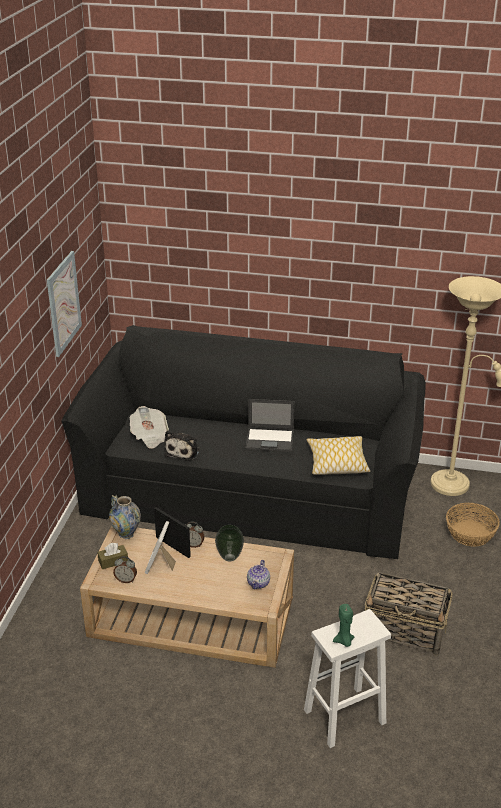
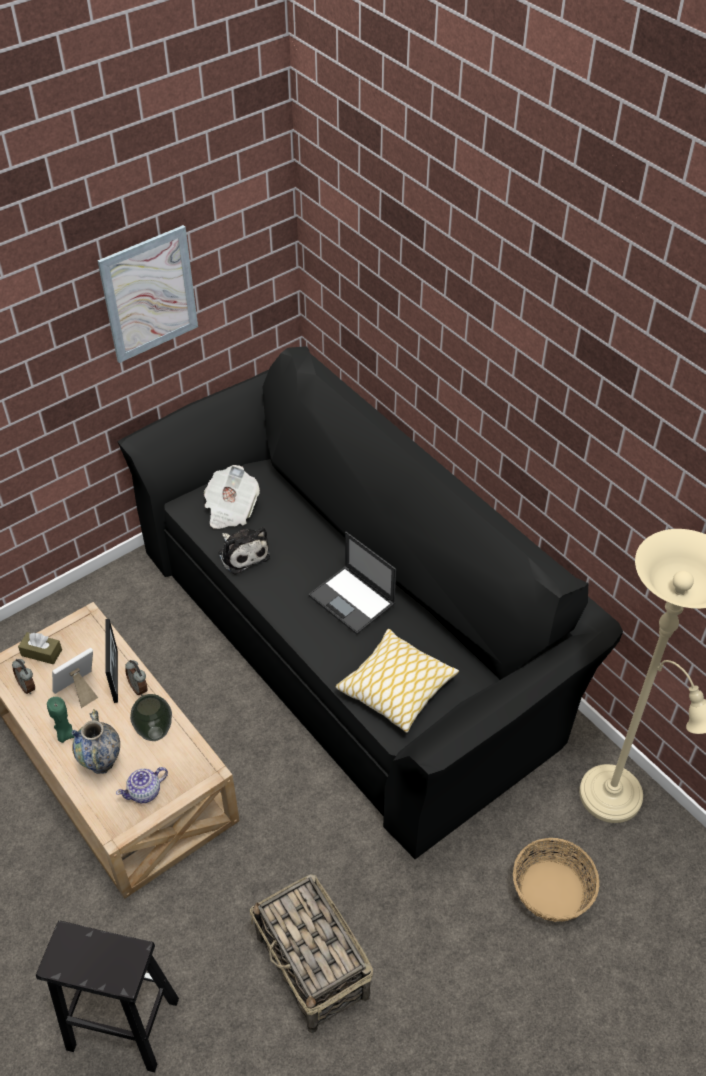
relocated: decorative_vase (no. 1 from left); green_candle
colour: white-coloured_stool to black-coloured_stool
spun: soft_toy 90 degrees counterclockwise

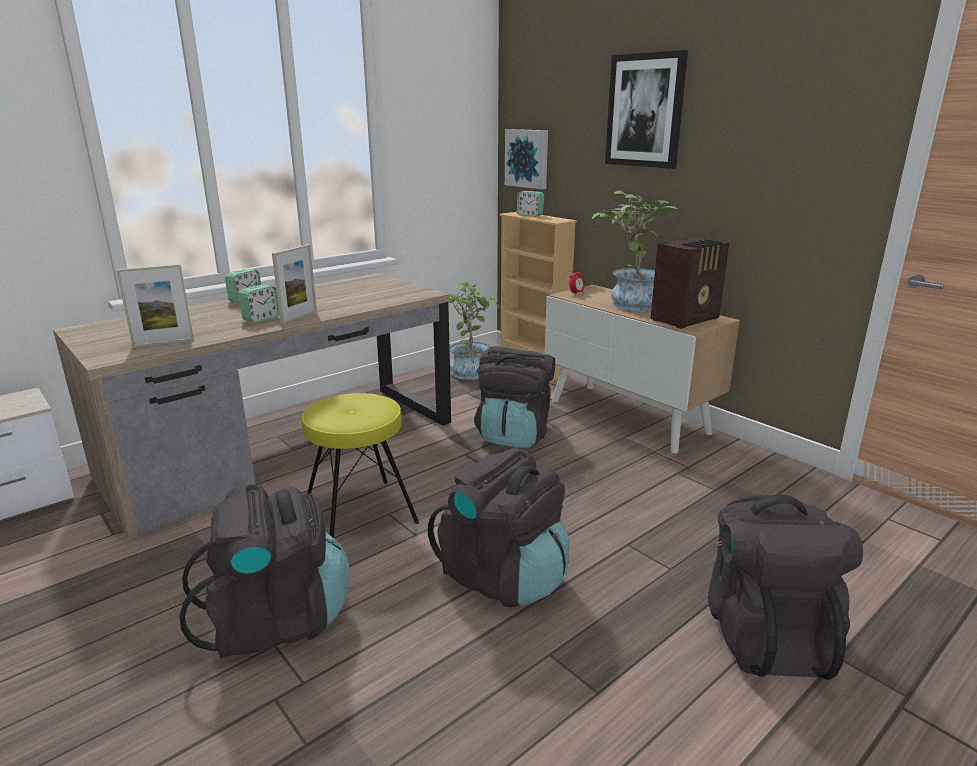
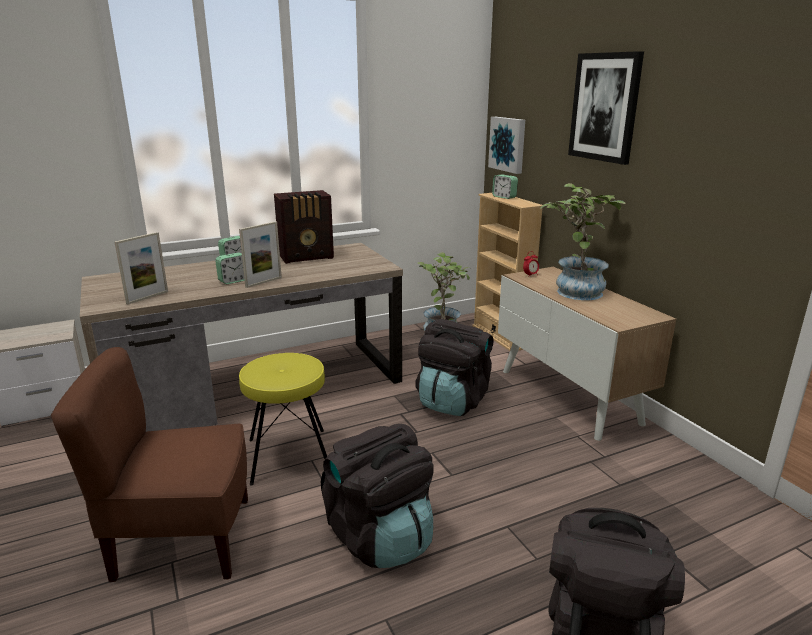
relocated: radio_receiver
exchanged: black-coloured_rucksack (no. 1 from left) to brown_chair
spun: picture_frame (no. 1 from left) 45 degrees counterclockwise

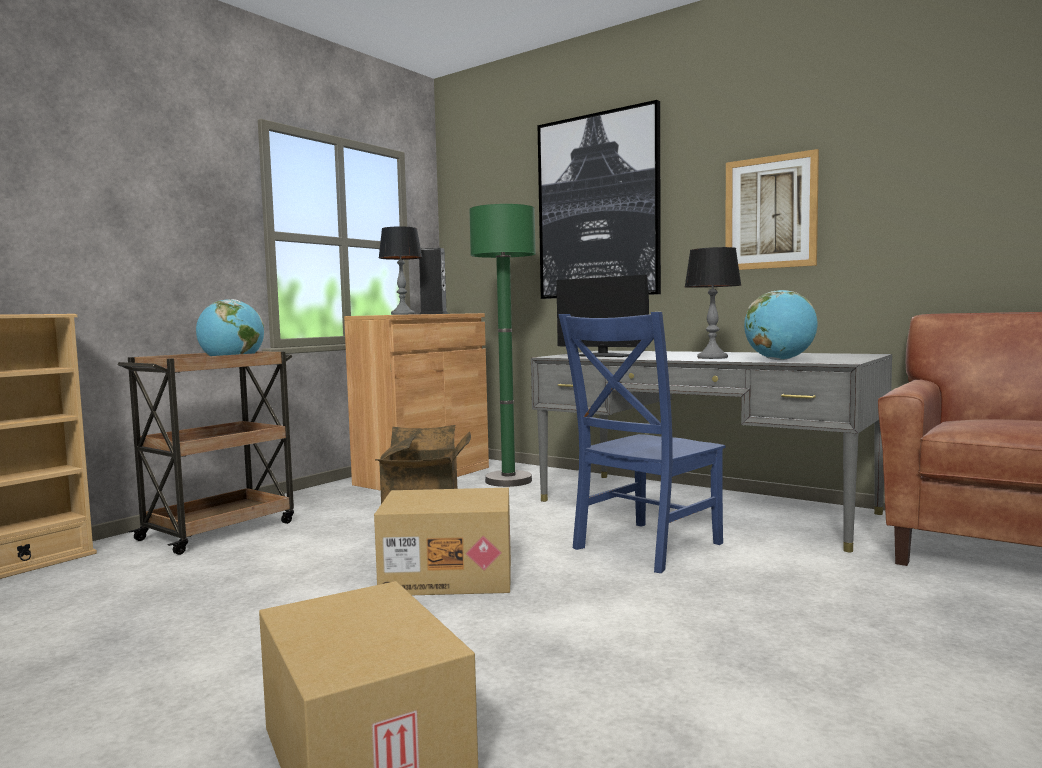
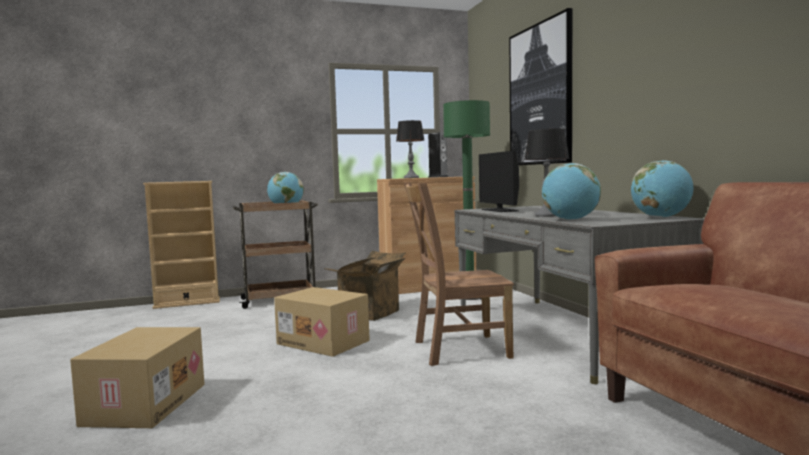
missing: picture (no. 2 from left)
appeared: world_globe (no. 3 from left)
colour: bluish_chair to brown_chair

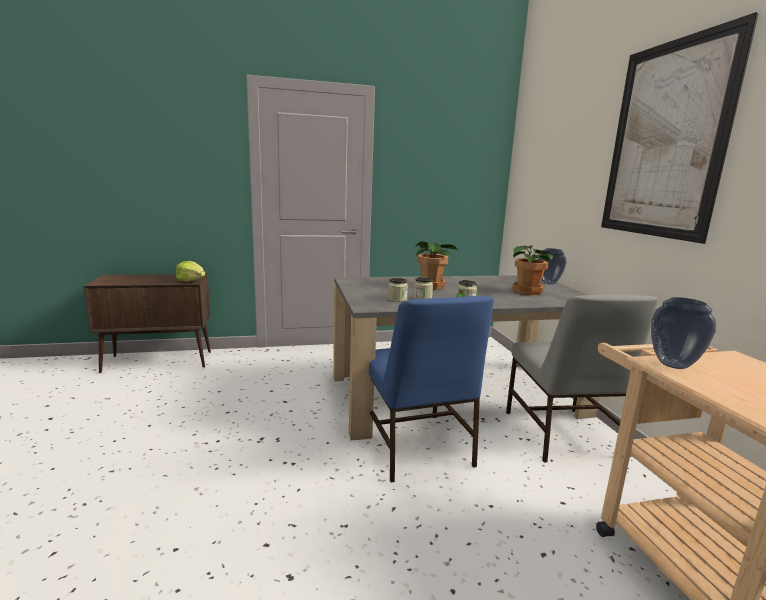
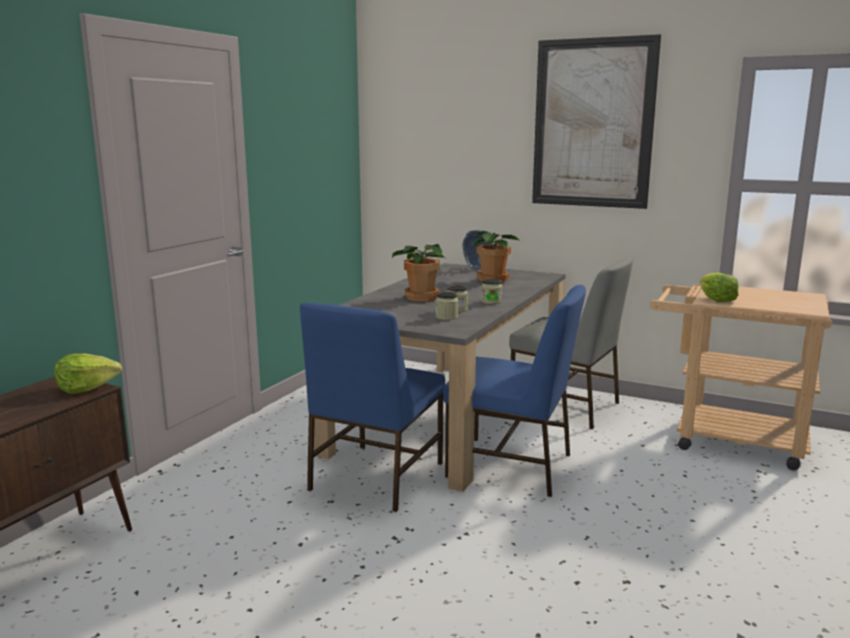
appeared: bluish_chair (no. 1 from left)
exchanged: decorative_vase (no. 2 from left) to lettuce_head (no. 2 from left)

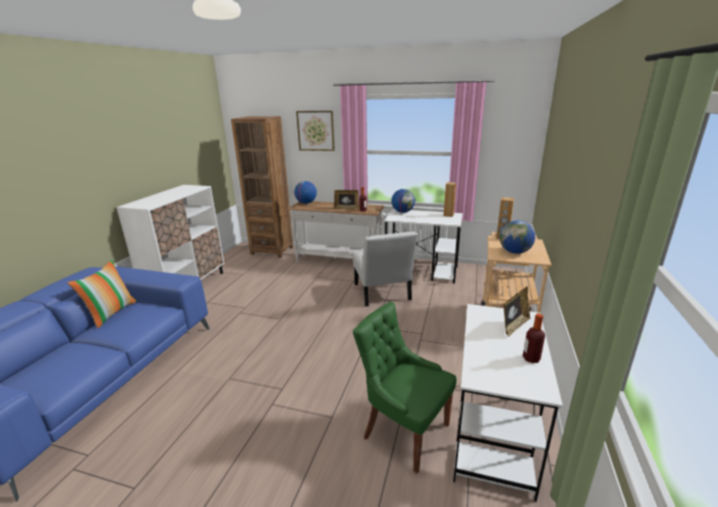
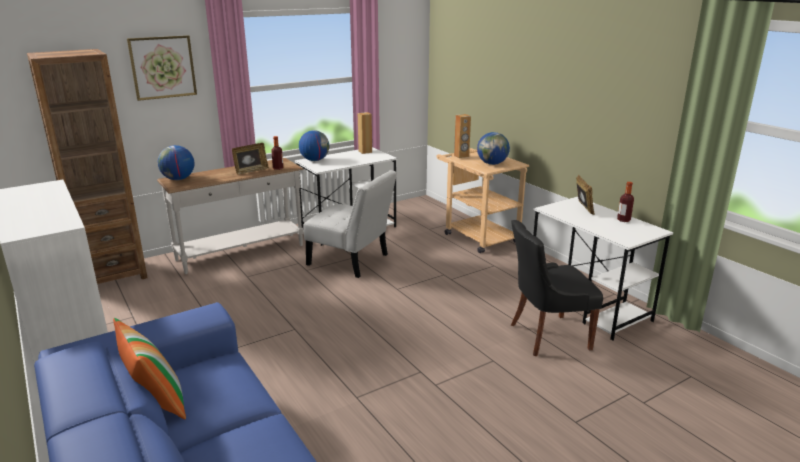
colour: green_chair to black-coloured_chair

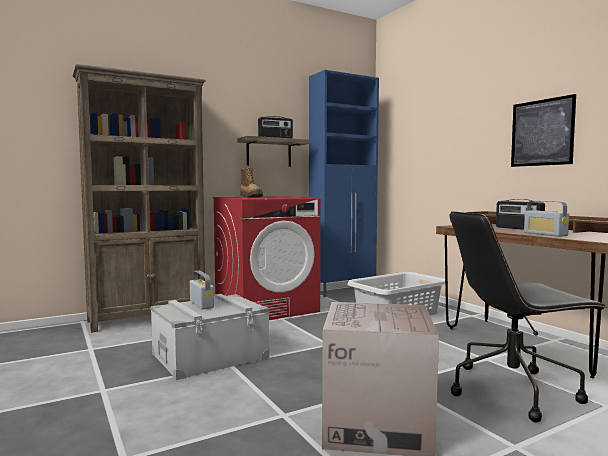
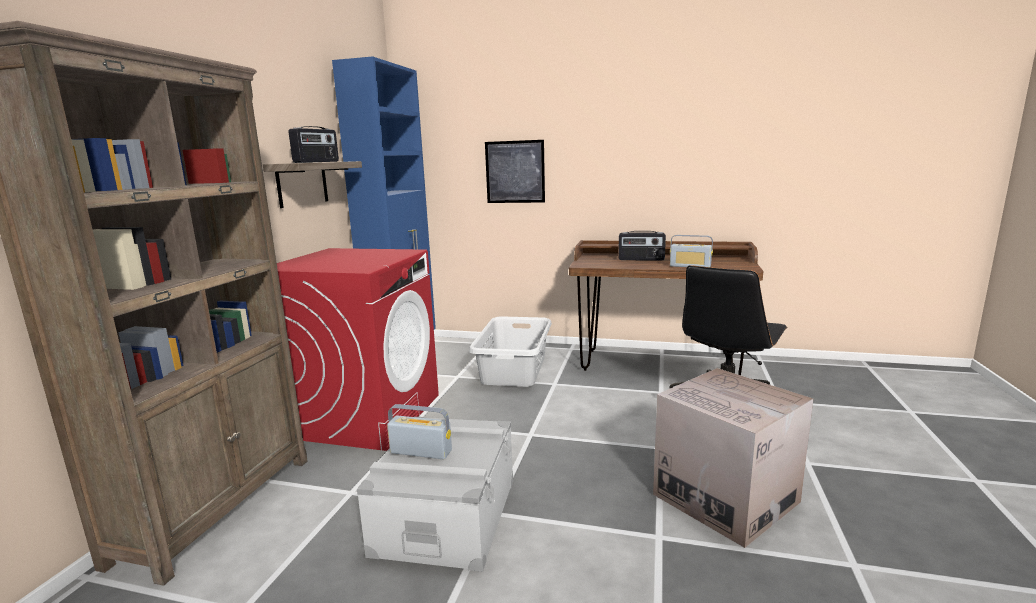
missing: high-top_boot
relocated: picture

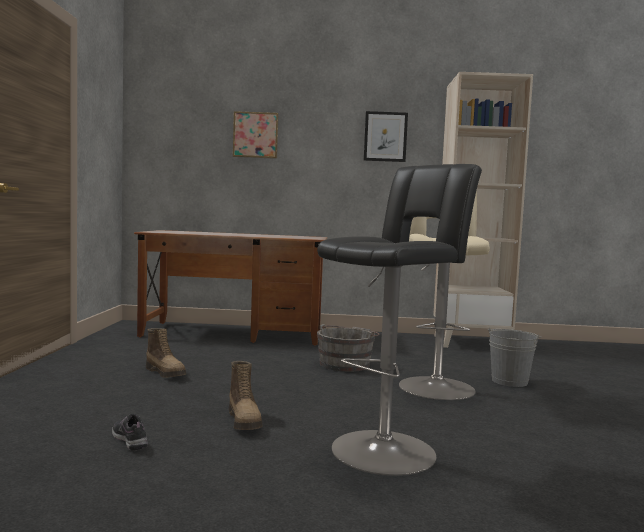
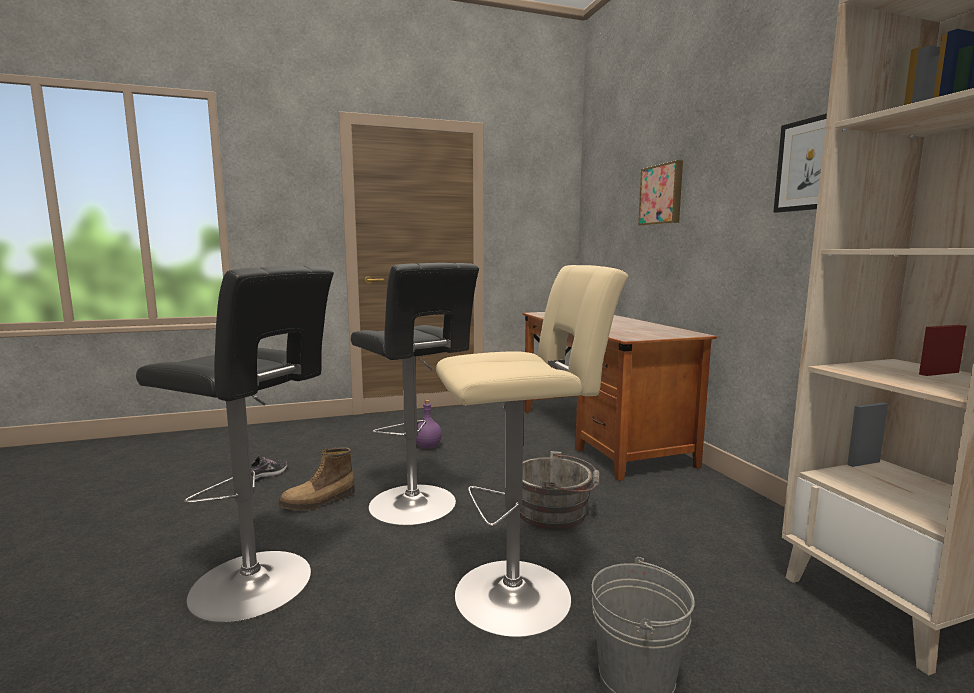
appeared: black-coloured_stool (no. 2 from left)
exchanged: high-top_boot (no. 1 from left) to purple_beverage_bottle

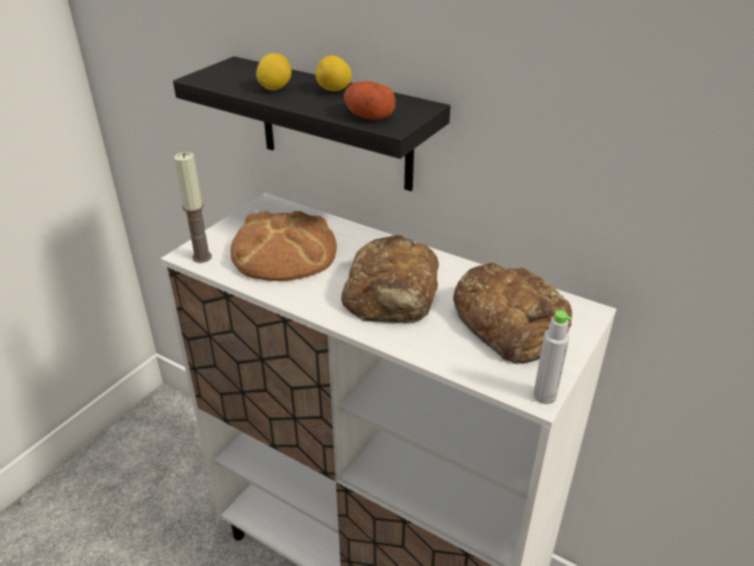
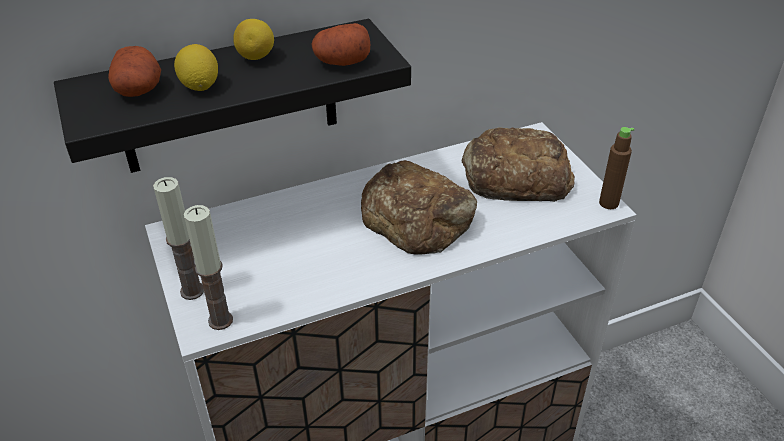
missing: bakery_bread (no. 1 from left)
appeared: whole_potato (no. 1 from left); candle (no. 1 from left)
colour: grey_beverage_bottle to brown_beverage_bottle

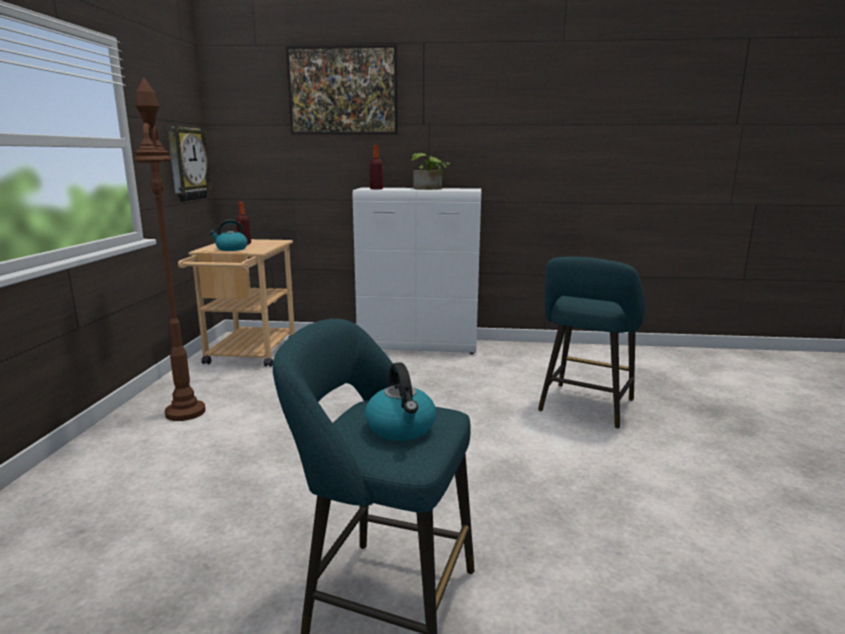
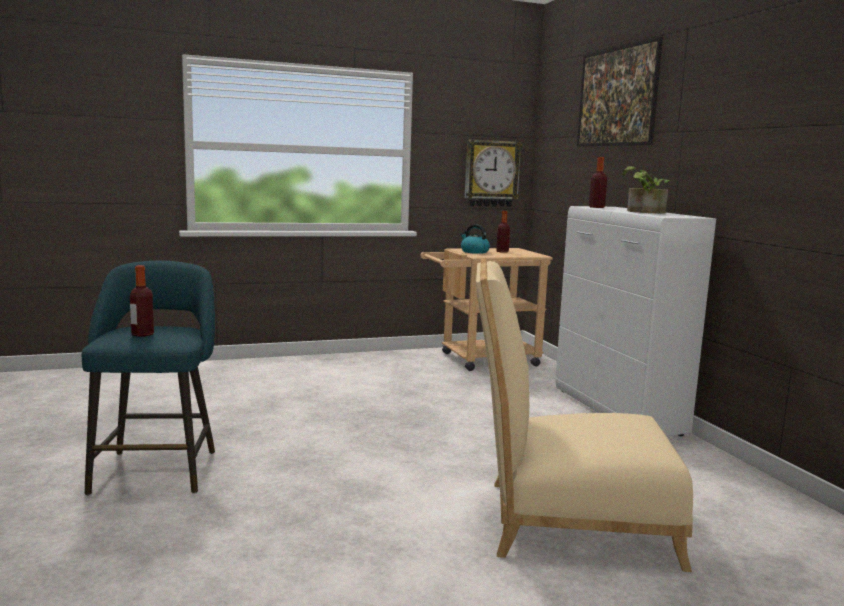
missing: brown_standard_lamp
exchanged: water_kettle (no. 2 from left) to beverage_bottle (no. 1 from left); blue-green_stool (no. 2 from left) to beige-coloured_chair

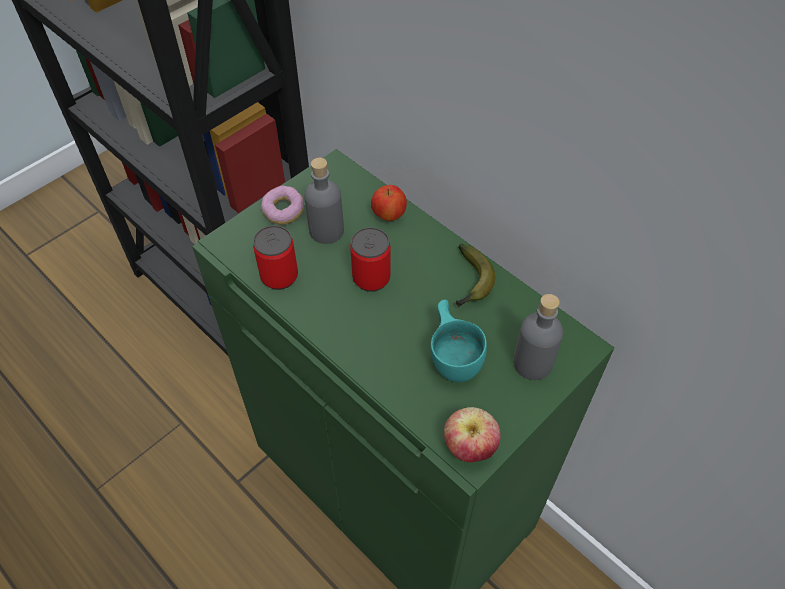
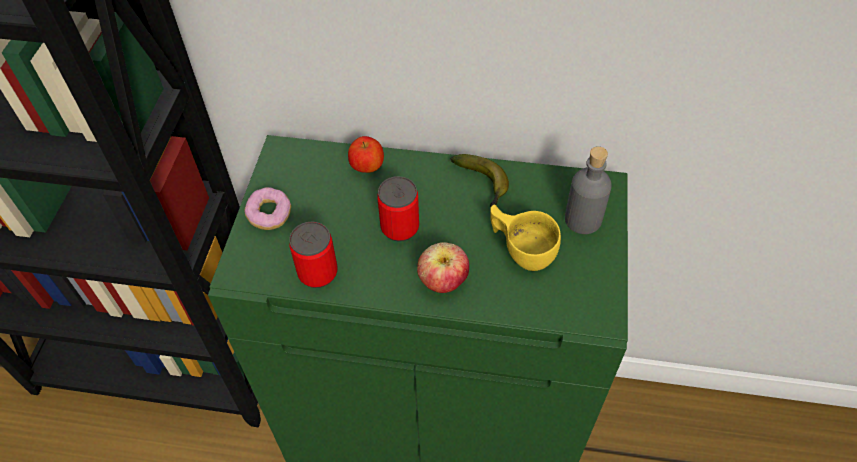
missing: grey_beverage_bottle (no. 1 from left)
relocated: whole_apple (no. 2 from left)
colour: blue-green_small_cup to yellow-coloured_small_cup

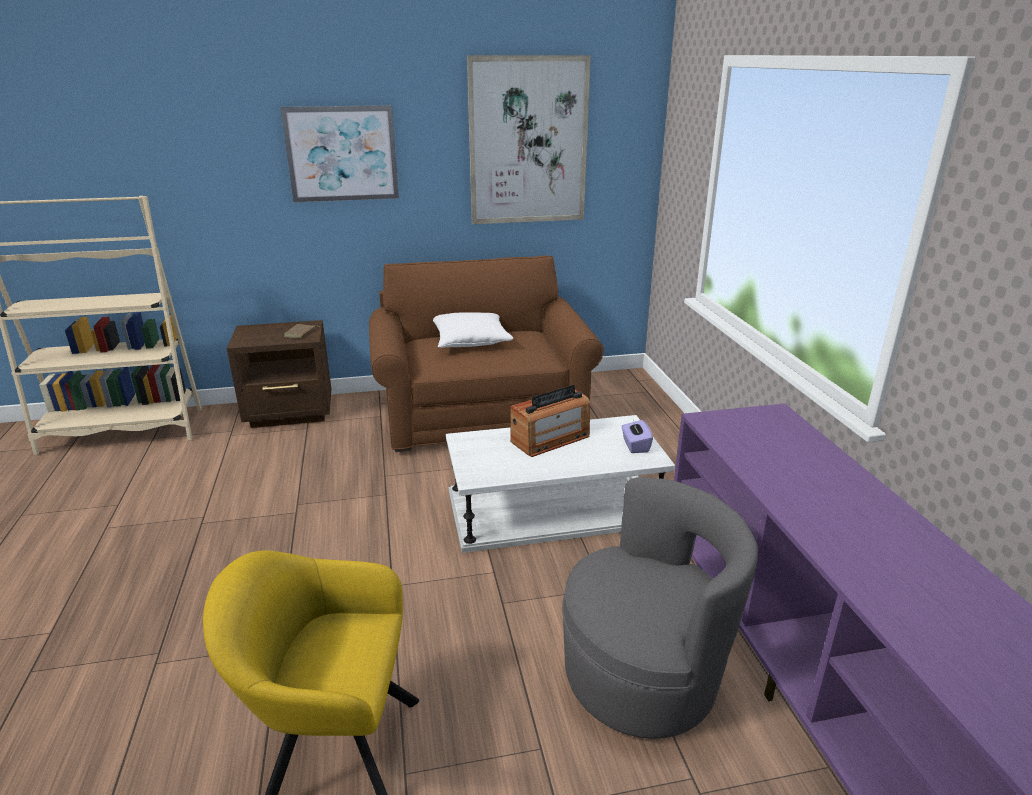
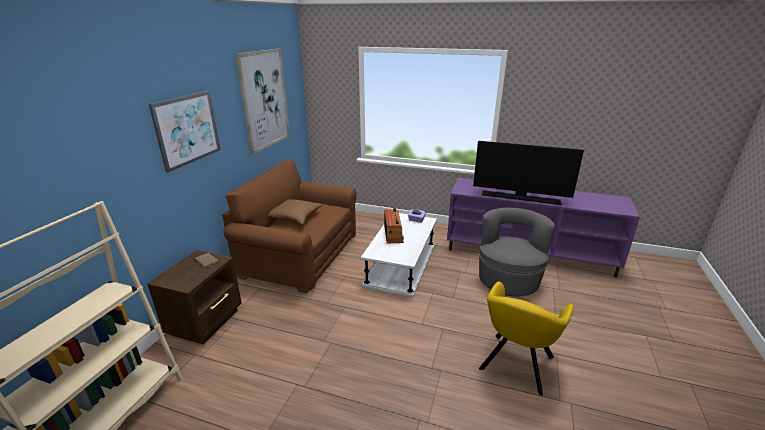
appeared: TV
colour: white-coloured_throw_pillow to brown_throw_pillow

